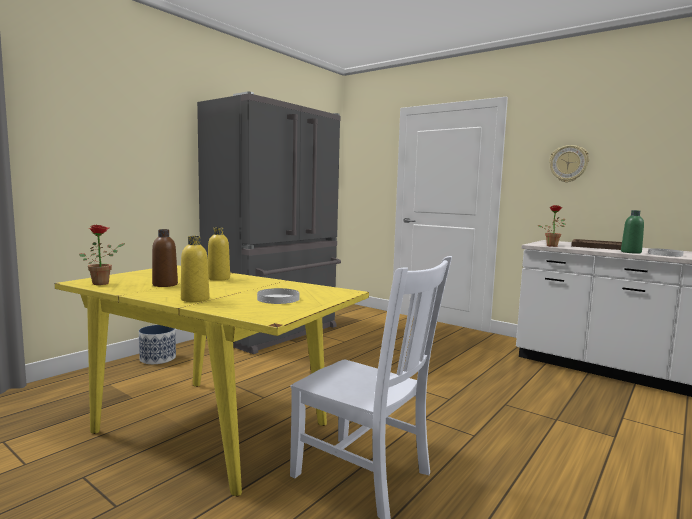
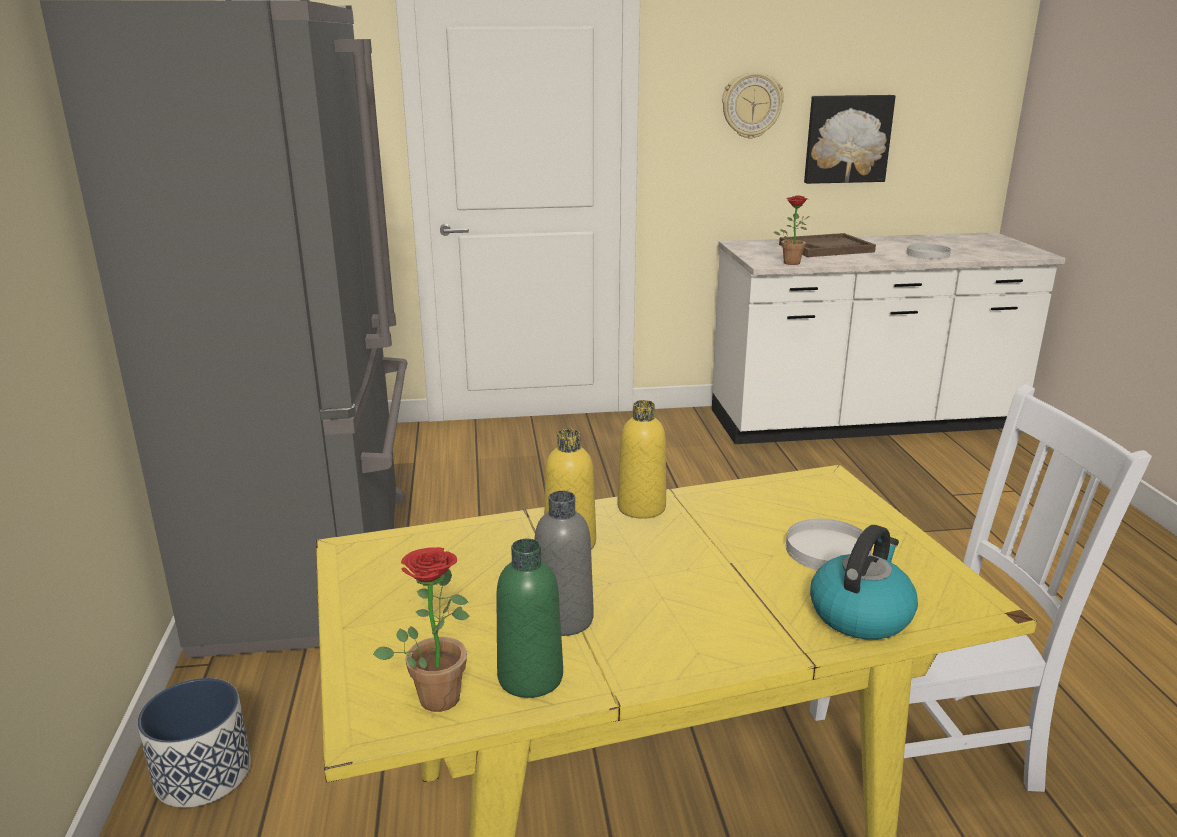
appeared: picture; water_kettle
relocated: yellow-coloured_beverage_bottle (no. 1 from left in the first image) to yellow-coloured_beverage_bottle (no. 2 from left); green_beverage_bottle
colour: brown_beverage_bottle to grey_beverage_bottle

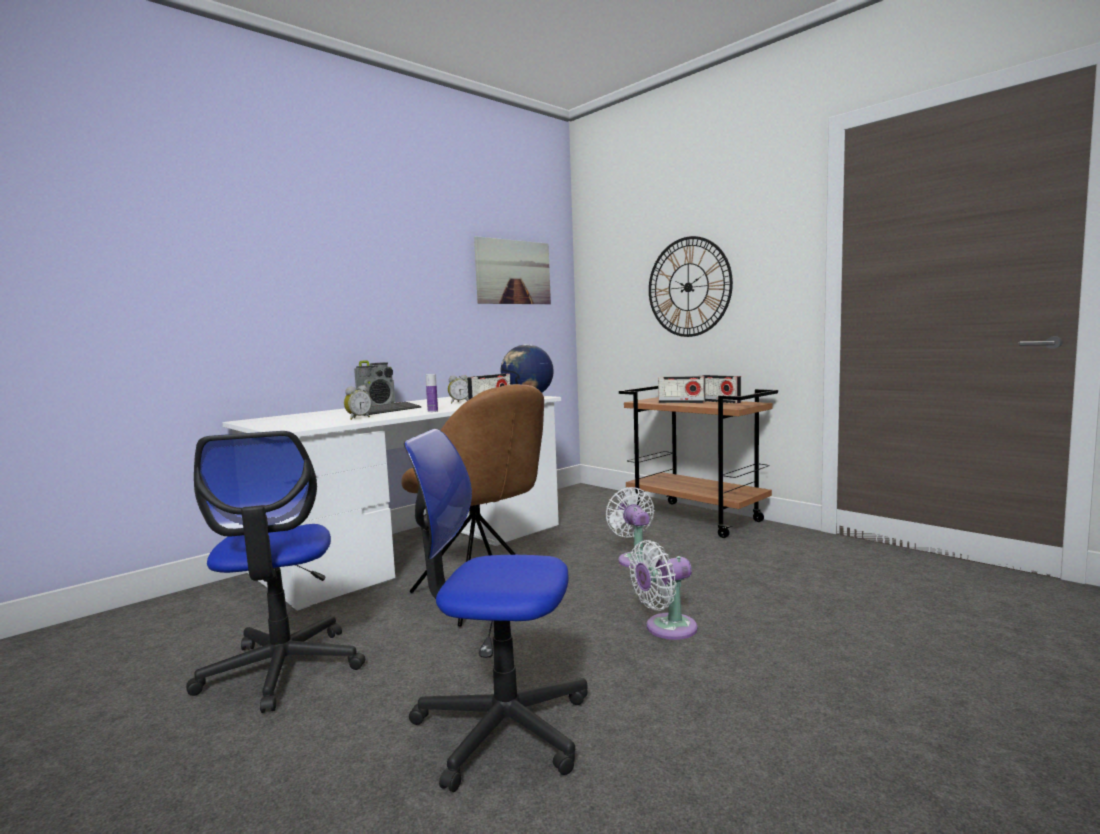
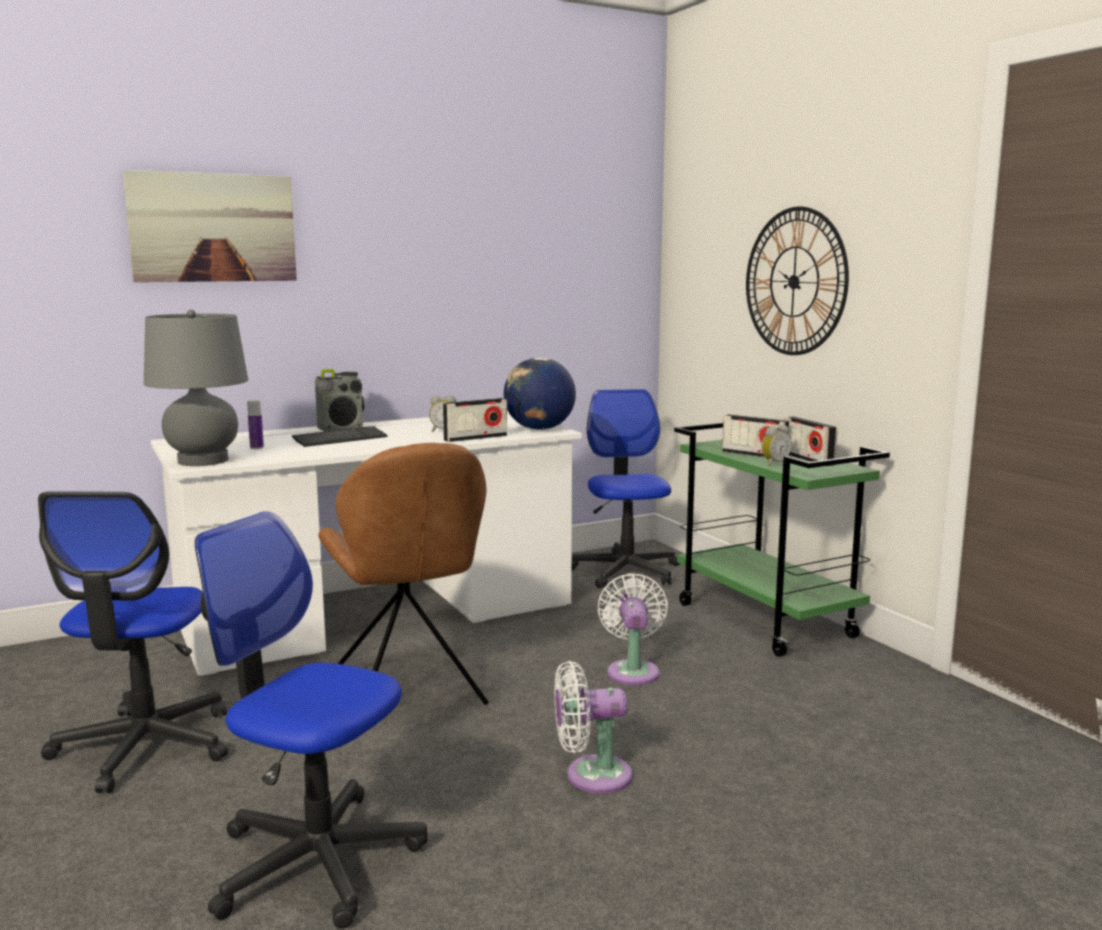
appeared: grey_lamp_for_a_table; office_chair (no. 3 from left)
relocated: table_clock (no. 1 from left in the first image) to table_clock (no. 2 from left); beverage_bottle; picture
colour: brown_trolley to green_trolley

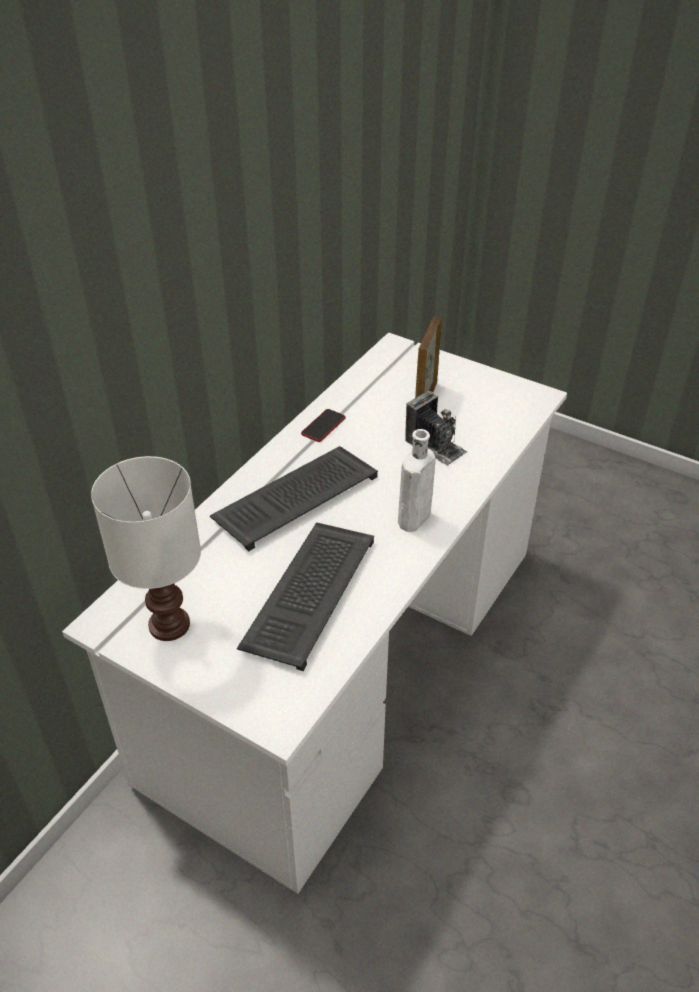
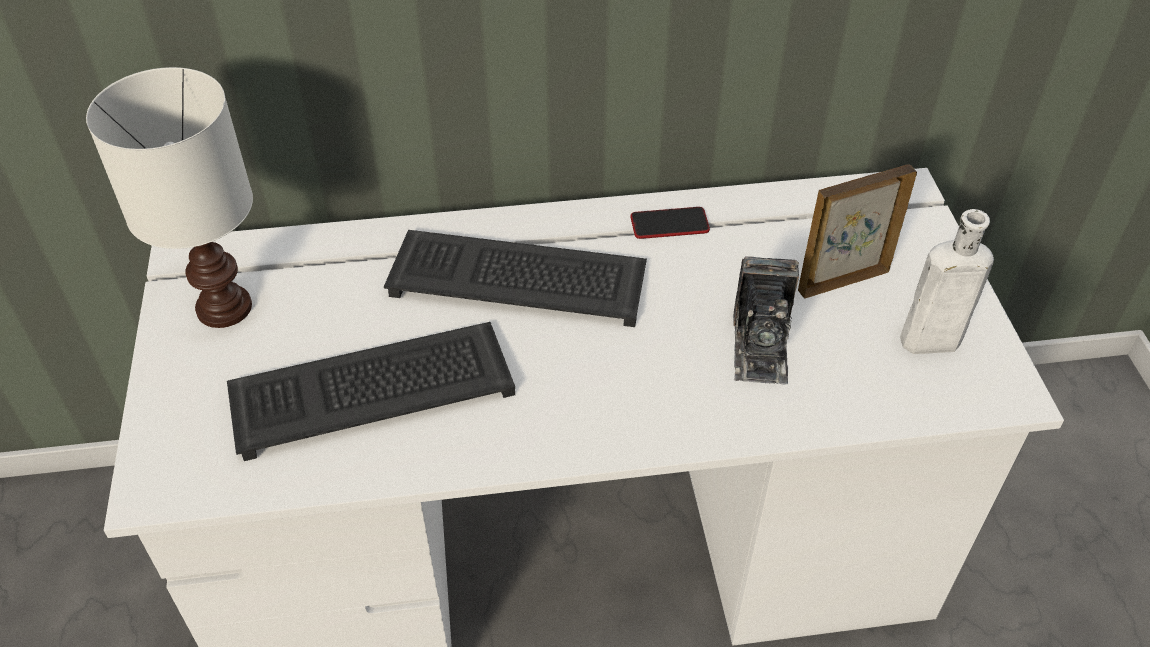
relocated: white-coloured_beverage_bottle

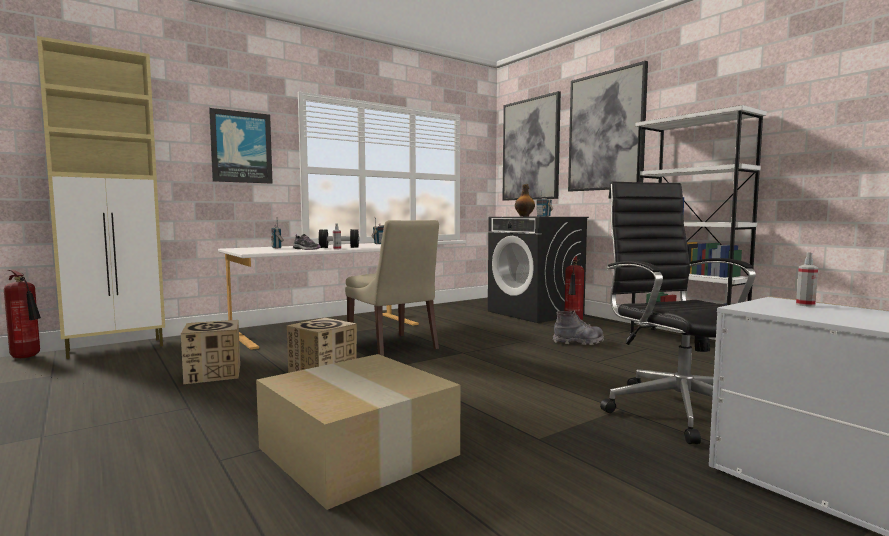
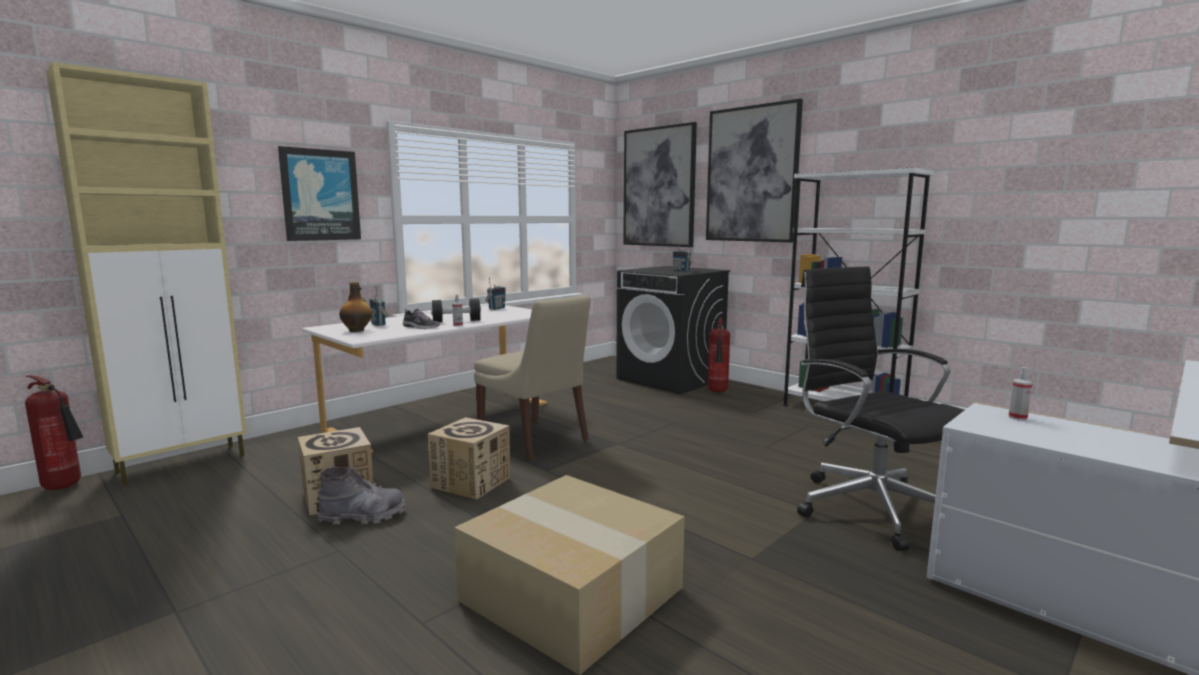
relocated: beverage_bottle; grey_high-top_boot

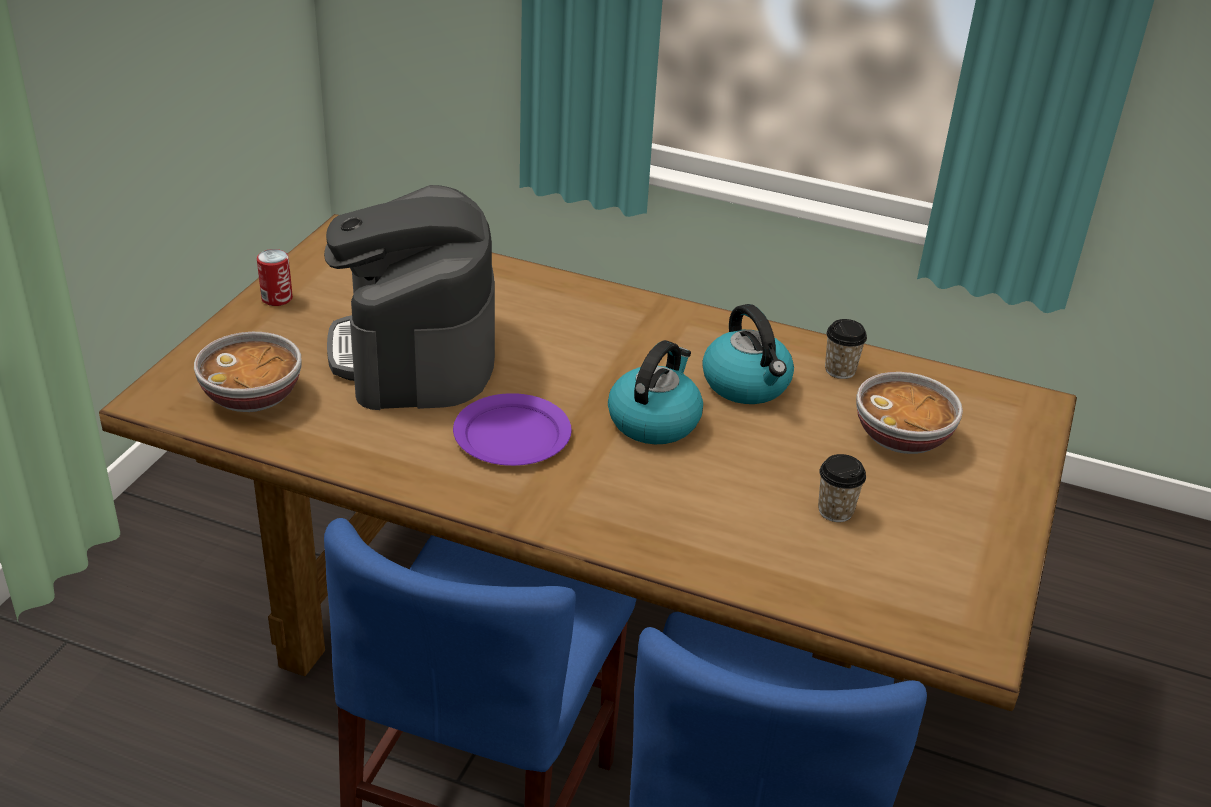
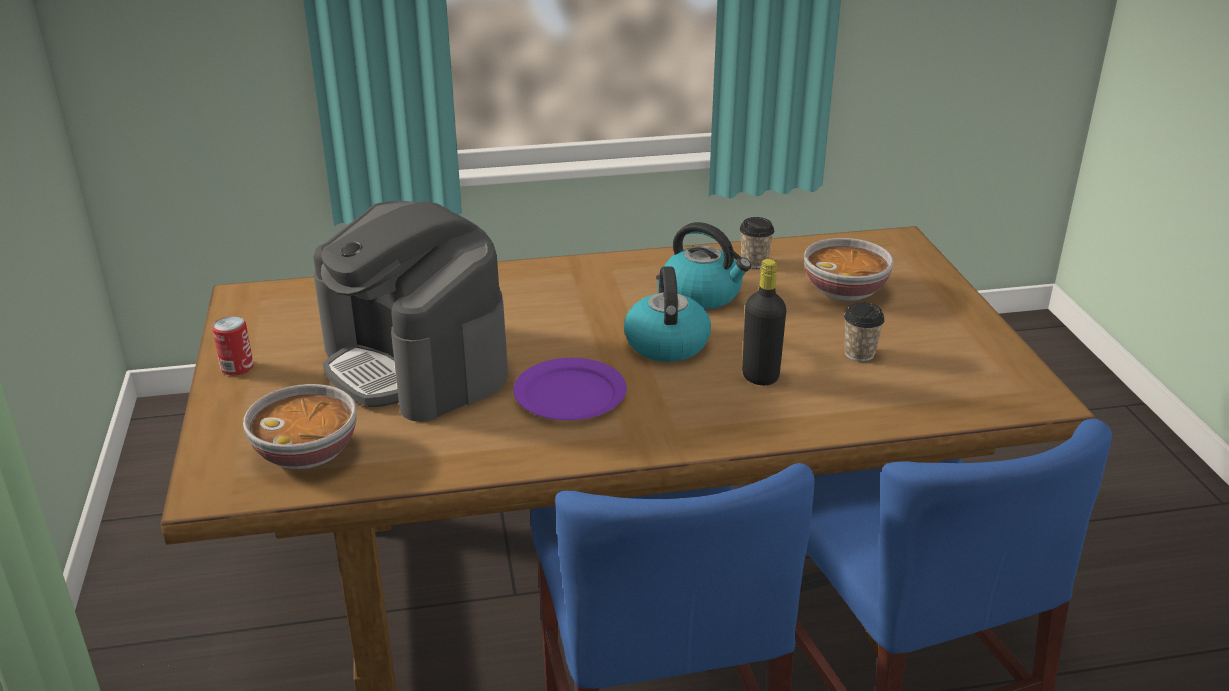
appeared: black-coloured_beverage_bottle

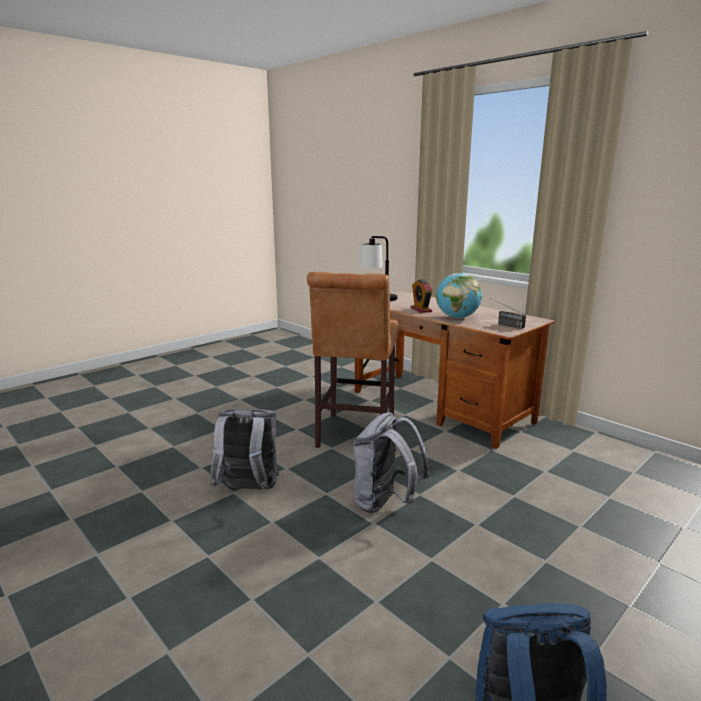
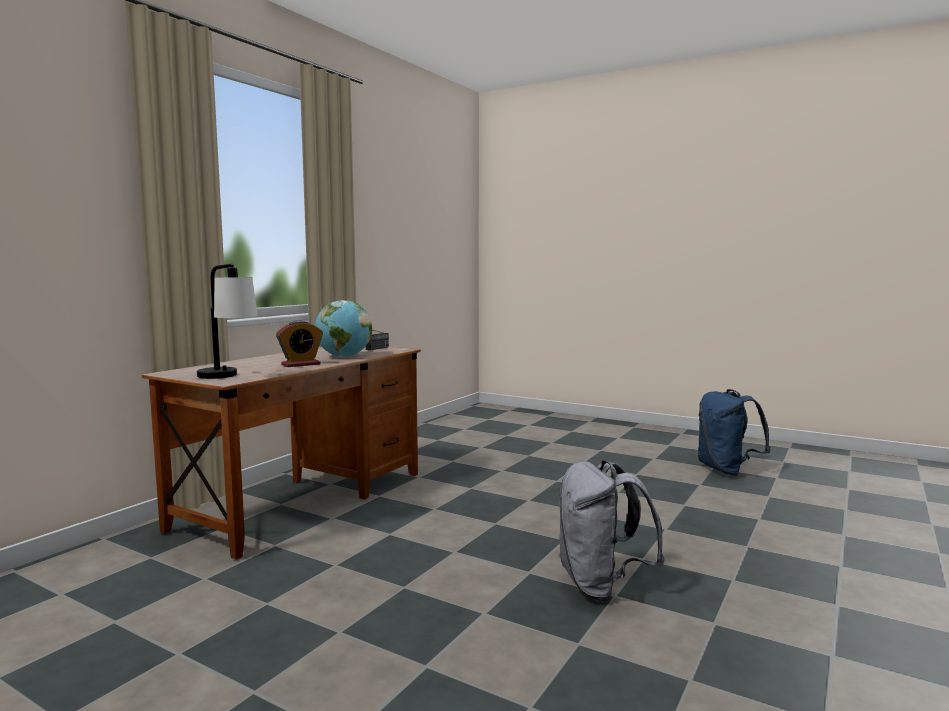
missing: brown_stool; grey_rucksack (no. 2 from left)

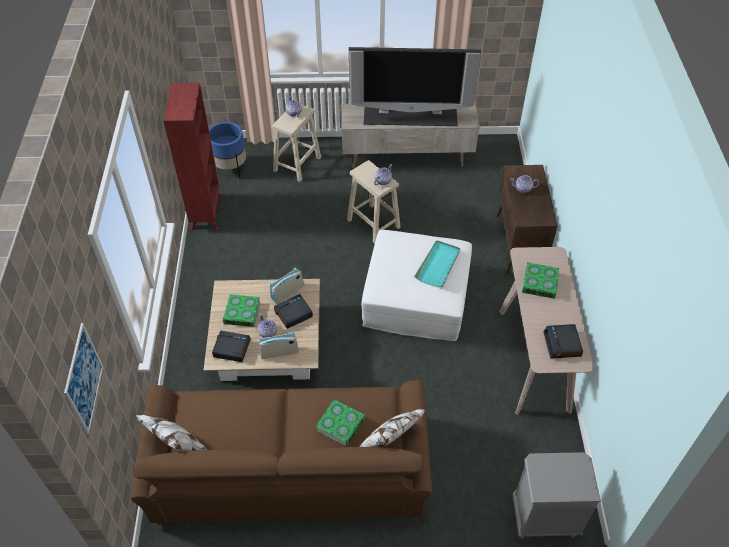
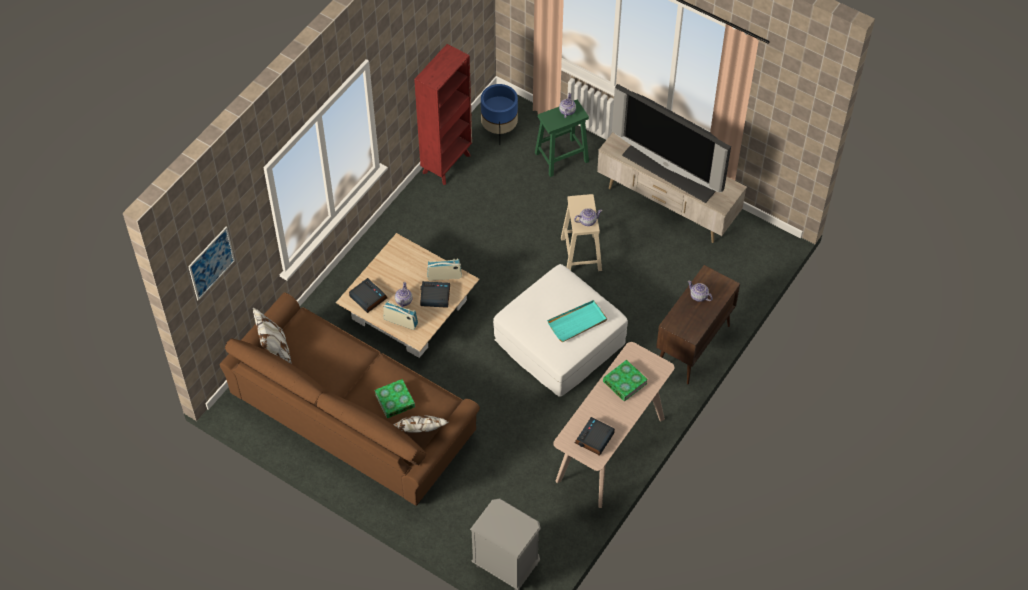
missing: volume (no. 1 from left)
colour: beige-coloured_stool (no. 1 from left) to green_stool

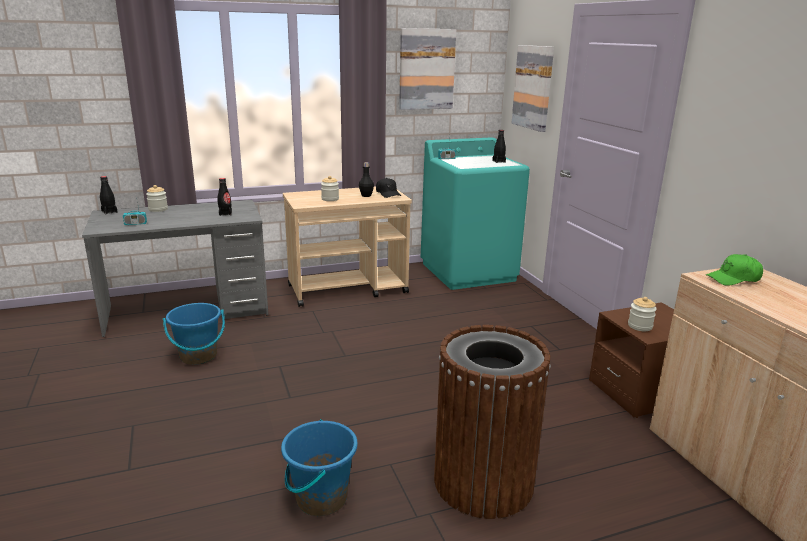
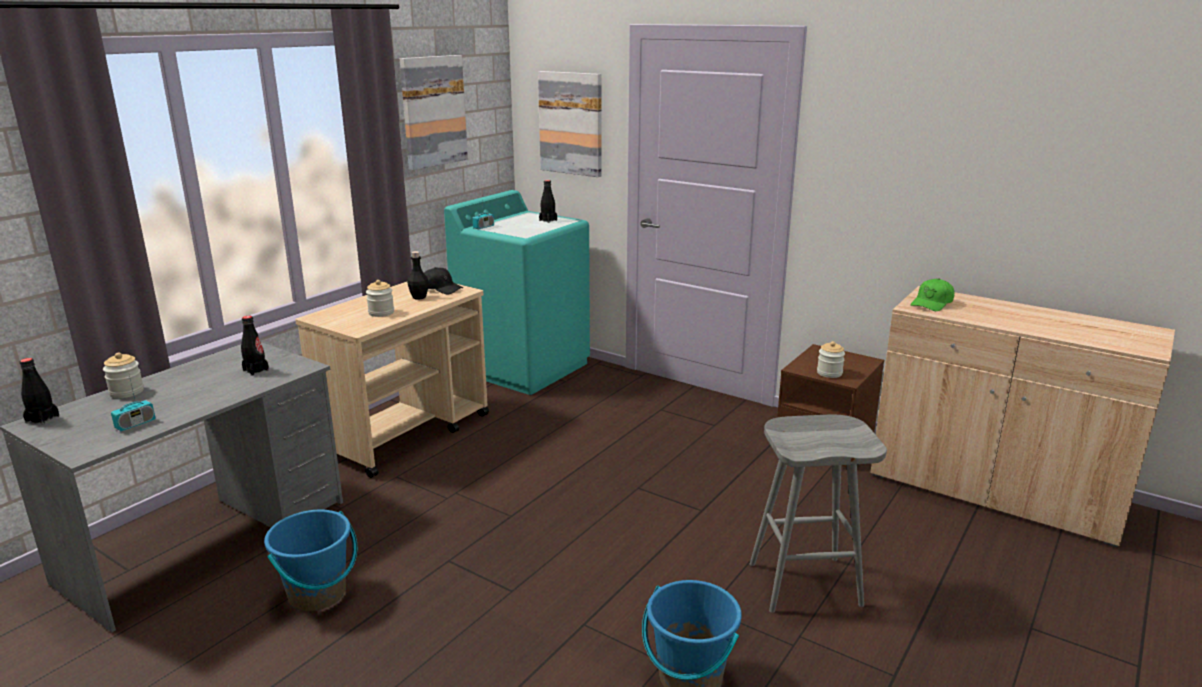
exchanged: brown_trash_can to grey_stool

